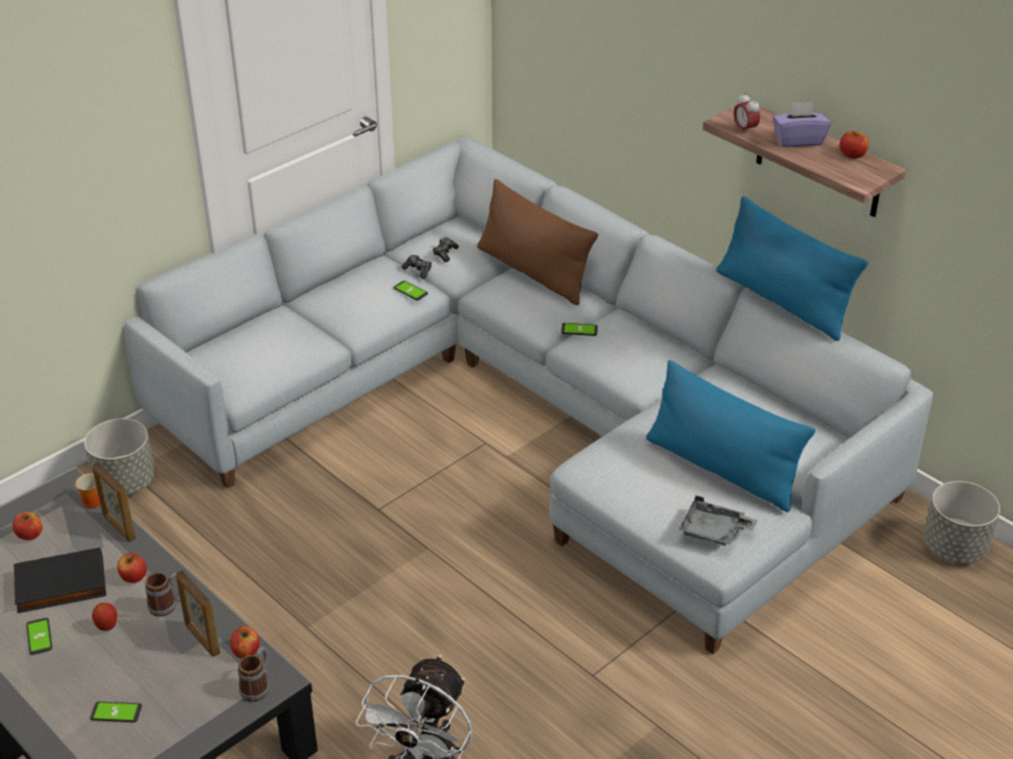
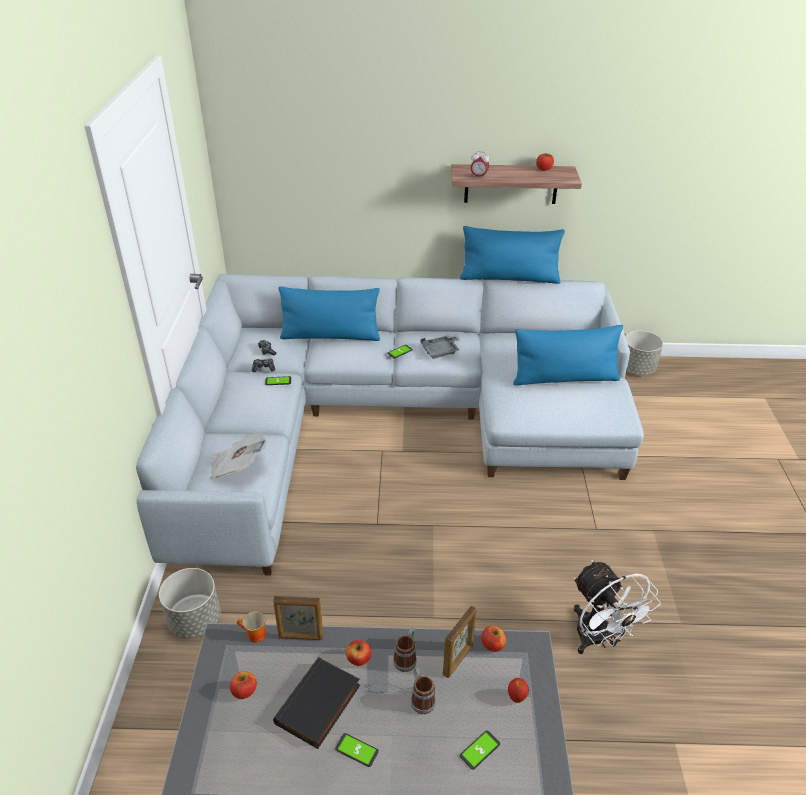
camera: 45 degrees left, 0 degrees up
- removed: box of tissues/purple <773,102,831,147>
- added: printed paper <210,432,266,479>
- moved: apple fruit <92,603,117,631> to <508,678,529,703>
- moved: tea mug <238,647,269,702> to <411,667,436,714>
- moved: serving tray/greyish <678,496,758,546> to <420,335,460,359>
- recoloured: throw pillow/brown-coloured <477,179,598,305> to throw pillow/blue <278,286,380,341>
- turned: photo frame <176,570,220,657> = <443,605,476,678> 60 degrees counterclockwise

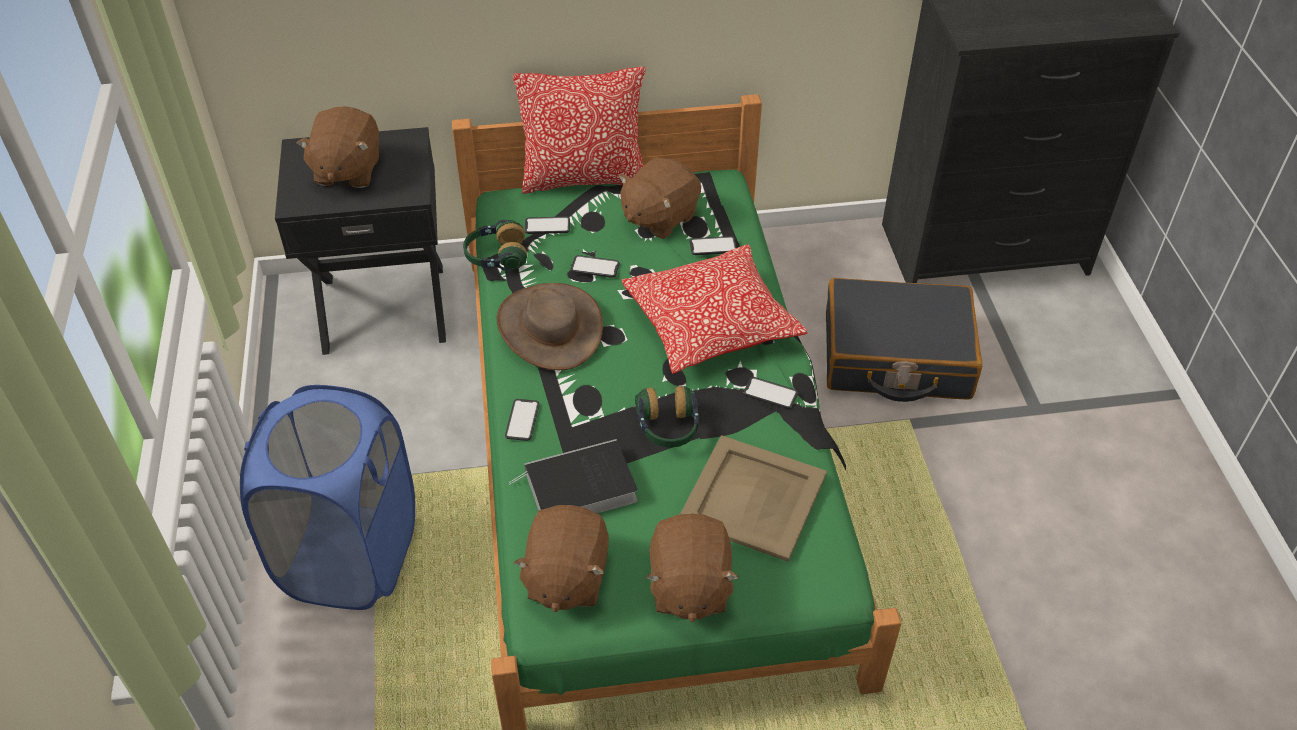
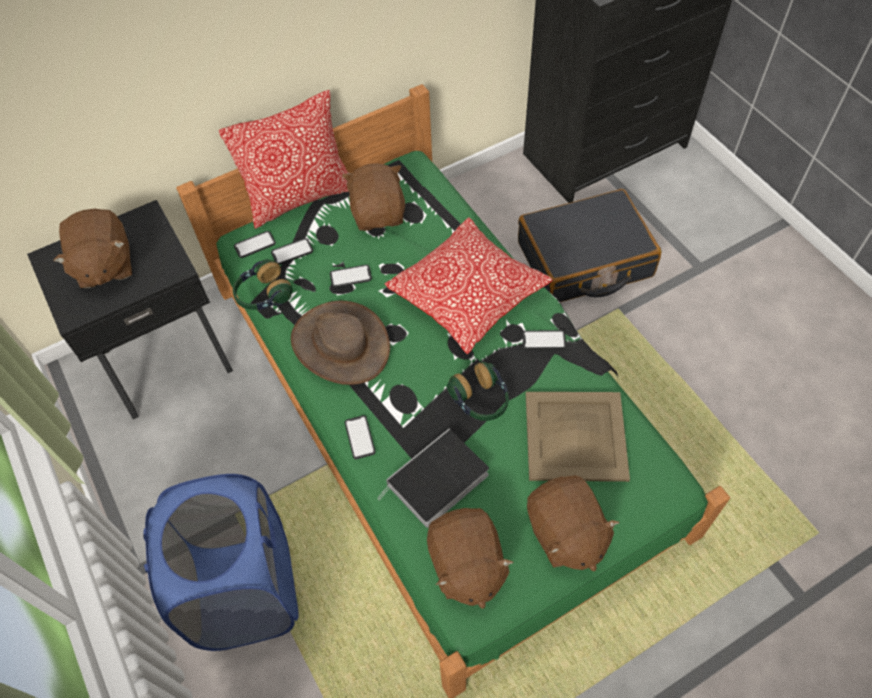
camera: 20 degrees left, 10 degrees up
- moved: phone <690,236,737,255> to <234,231,276,258>
- turned: soft toy/brown-coloured <619,157,701,239> = <342,163,405,231> 150 degrees clockwise

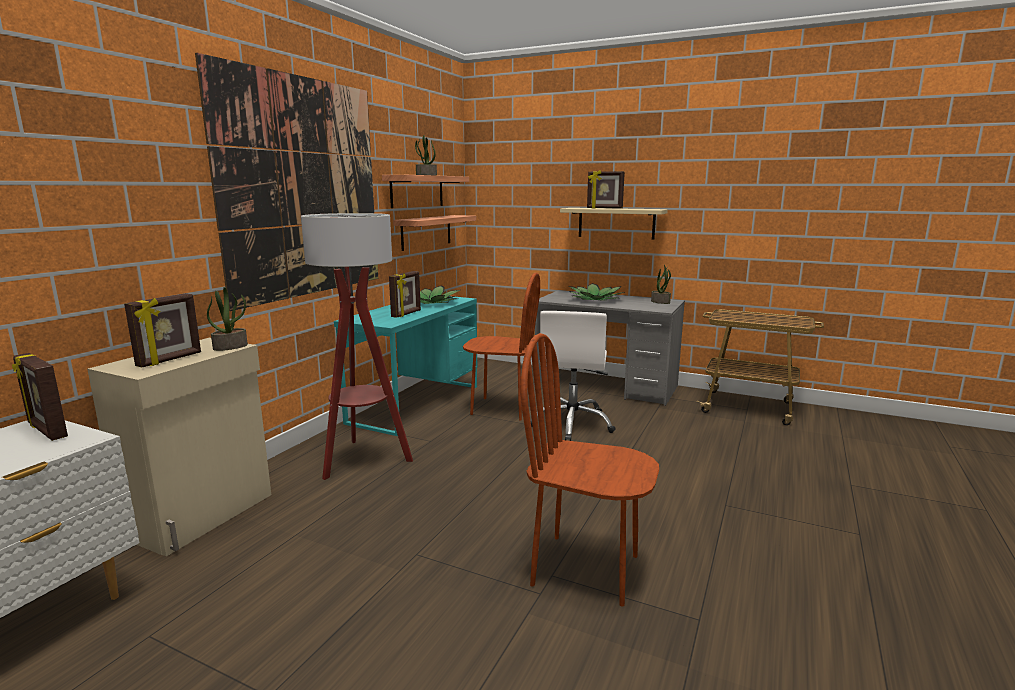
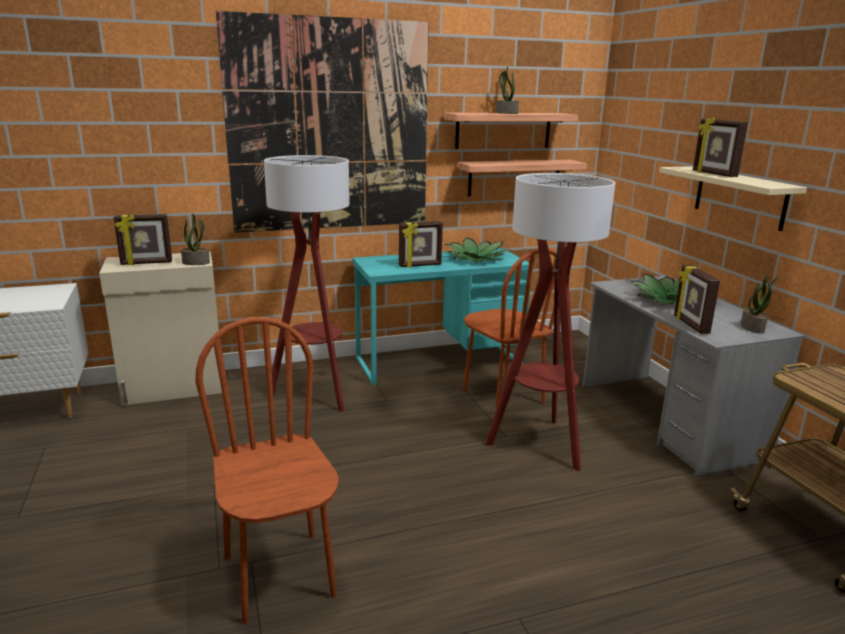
camera: 45 degrees right, 5 degrees up
- moved: photo frame <12,353,68,441> to <674,265,720,334>
- replaced: office chair/white-coloured <530,311,615,441> to standing lamp <485,173,615,471>

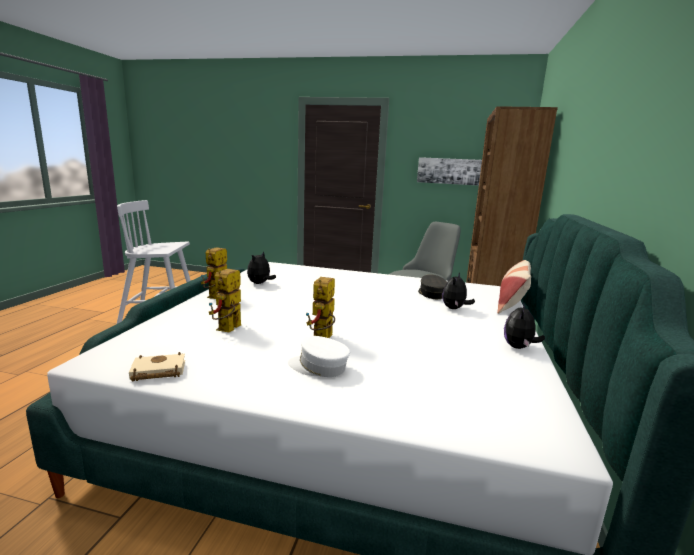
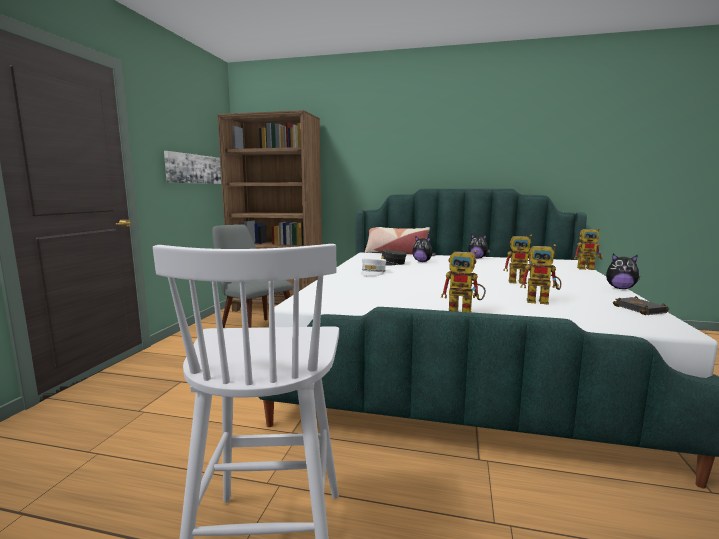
camera: 90 degrees left, 5 degrees down
- added: model robot <574,228,603,270>
- moved: soft toy <247,251,276,284> to <606,254,640,289>
- moved: peaked cap/white-coloured <288,336,350,377> to <360,258,386,276>
- recoloured: book/beige-coloured <129,352,185,381> to book/black <613,296,669,315>

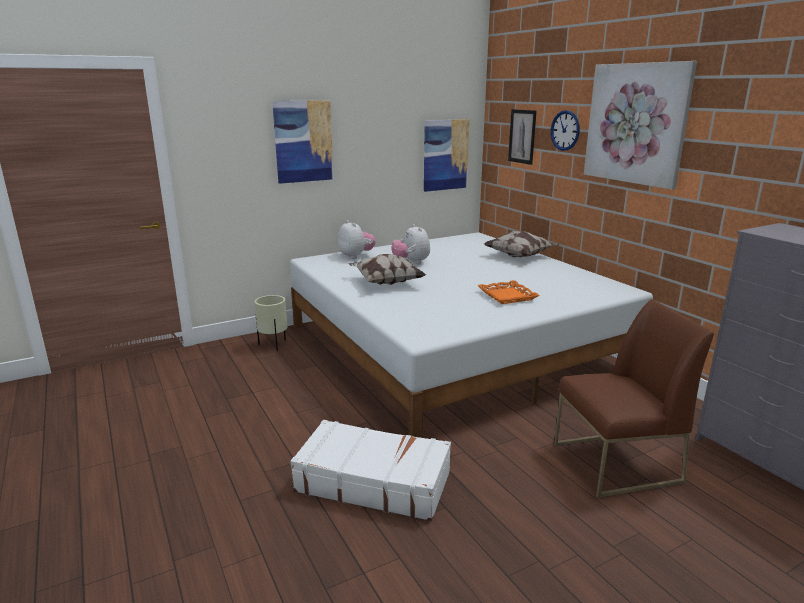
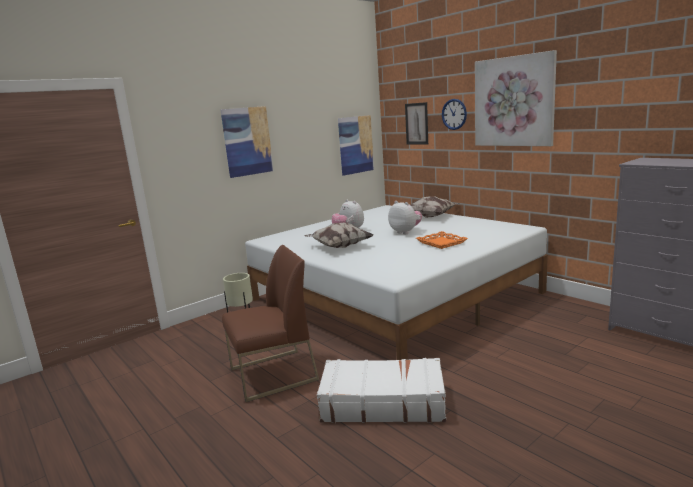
camera: 10 degrees left, 5 degrees down
- moved: soft toy <338,220,375,259> to <388,201,422,234>
- moved: chair/brown-coloured <554,299,714,498> to <222,245,319,402>

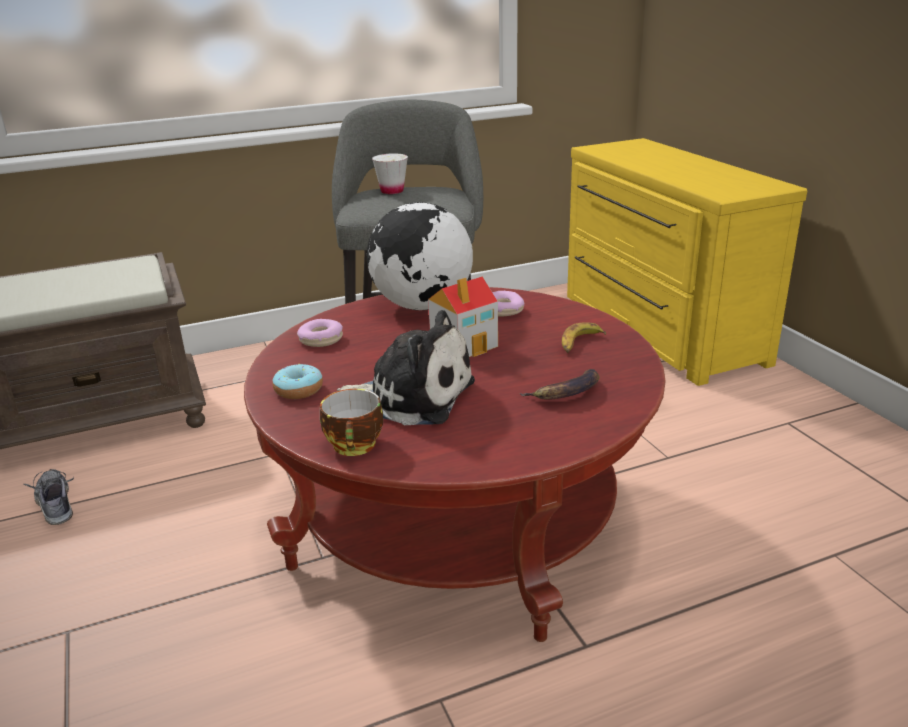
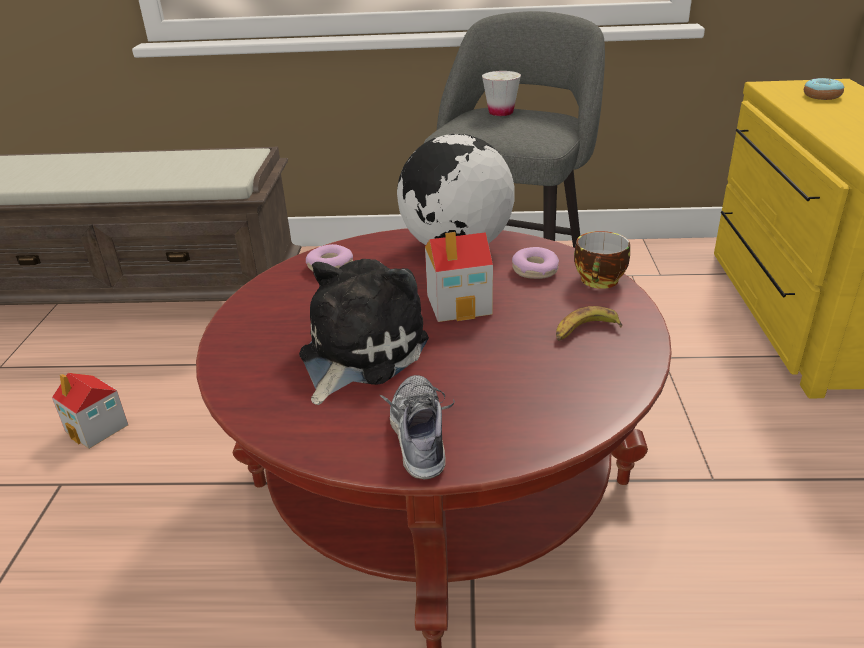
camera: 25 degrees right, 5 degrees up
- removed: banana fruit <520,369,600,399>
- added: model house <52,373,128,449>
- moved: low shoe <24,469,74,525> to <380,375,455,479>
- moved: ring doughnut <272,364,323,399> to <804,78,844,100>
- moved: cup <320,389,383,456> to <574,231,630,289>
- turned: soft toy <337,310,475,425> = <299,259,429,405> 105 degrees counterclockwise

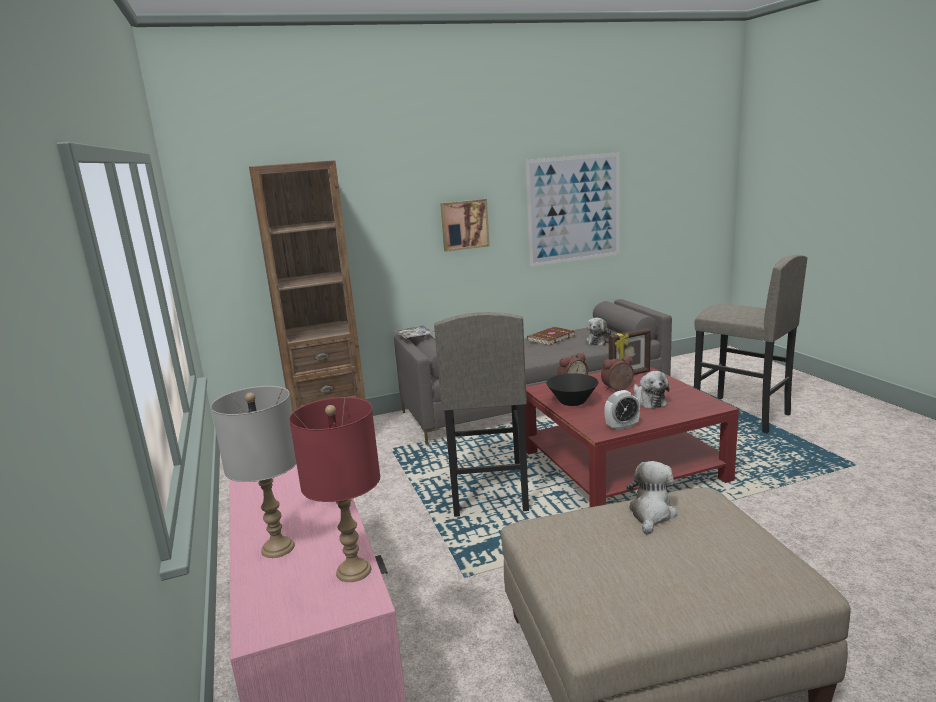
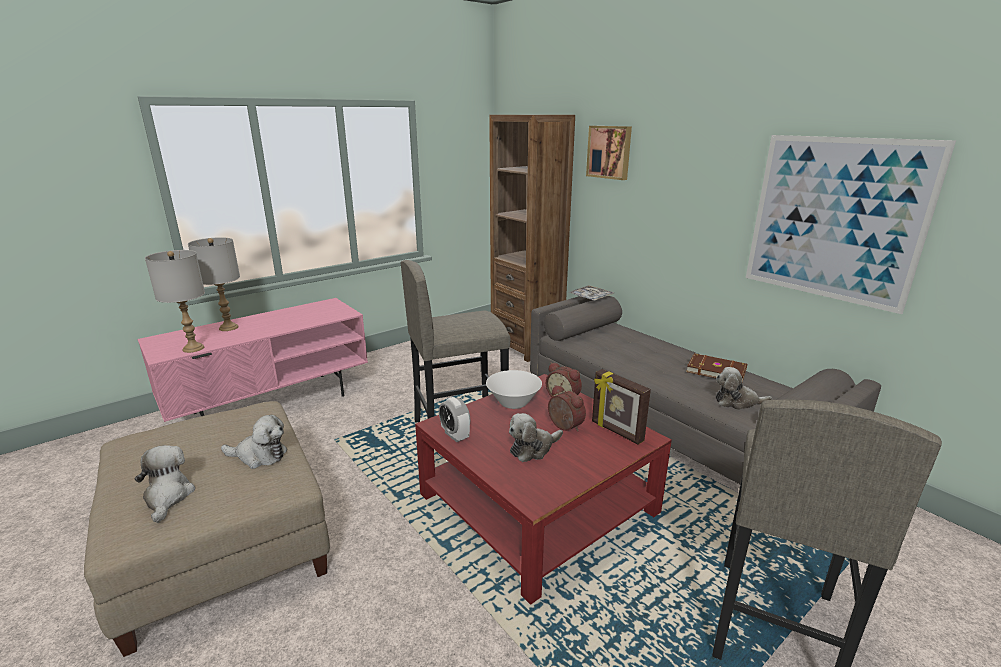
camera: 70 degrees right, 5 degrees up
- added: soft toy <135,445,195,523>
- moved: wall picture <440,199,490,252> to <586,126,632,180>
- recoloured: lamp for a table/reddish <289,397,380,582> to lamp for a table/greyish <145,250,205,353>
- recoloured: serving bowl/black <546,373,598,406> to serving bowl/white-coloured <486,370,542,409>

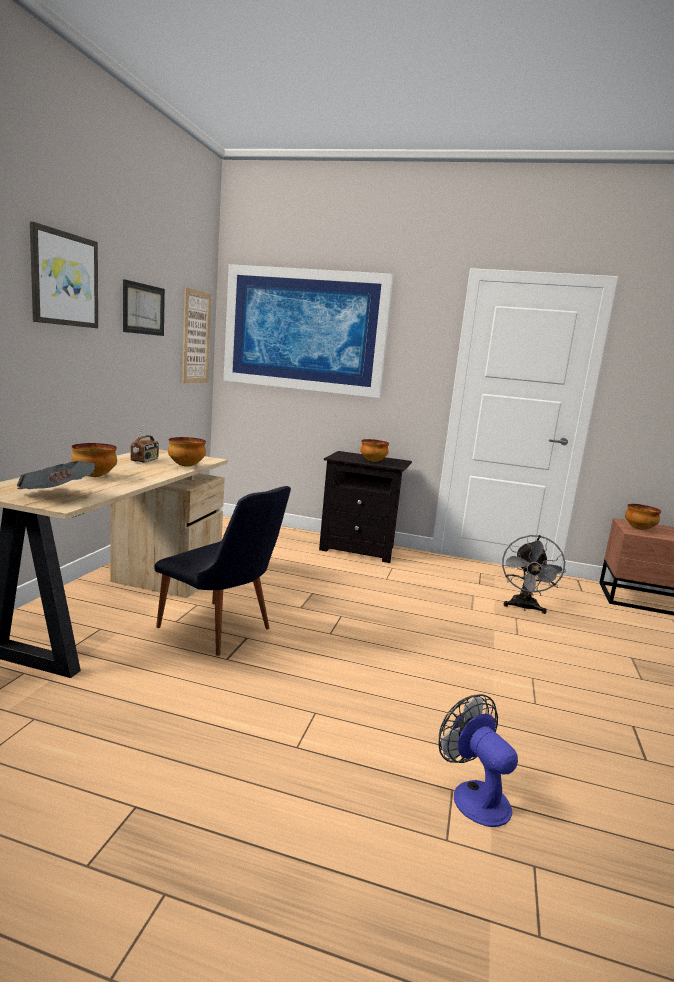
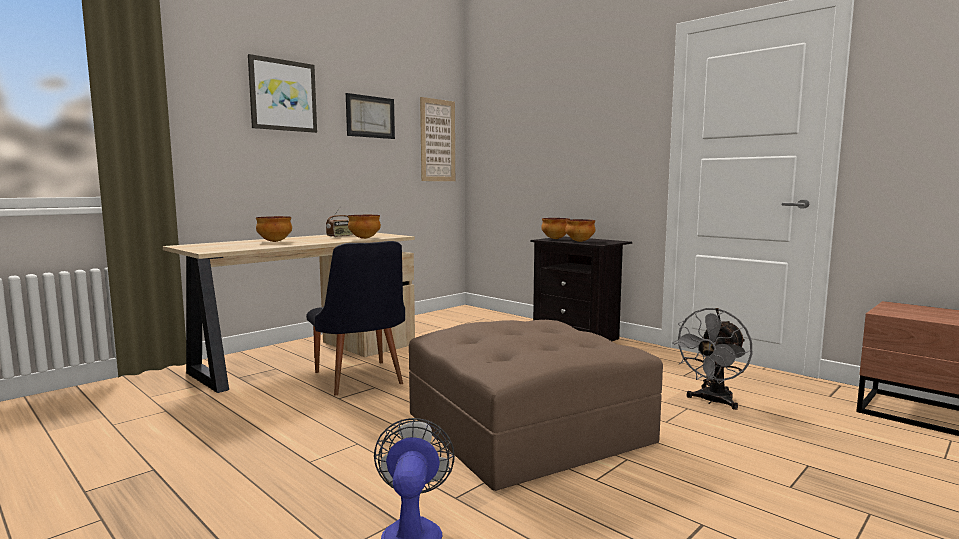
camera: 30 degrees right, 5 degrees down
- removed: printed paper <17,461,96,489>
- removed: wall picture <224,264,394,398>
- added: ottoman/brown-coloured <409,320,663,491>
- moved: serving bowl <625,504,661,530> to <541,218,570,239>

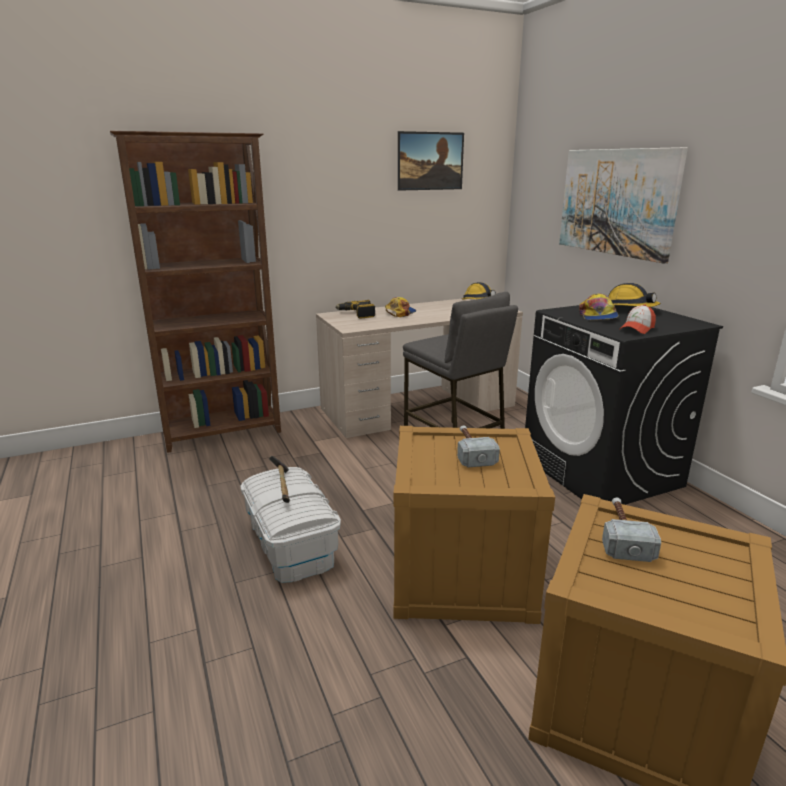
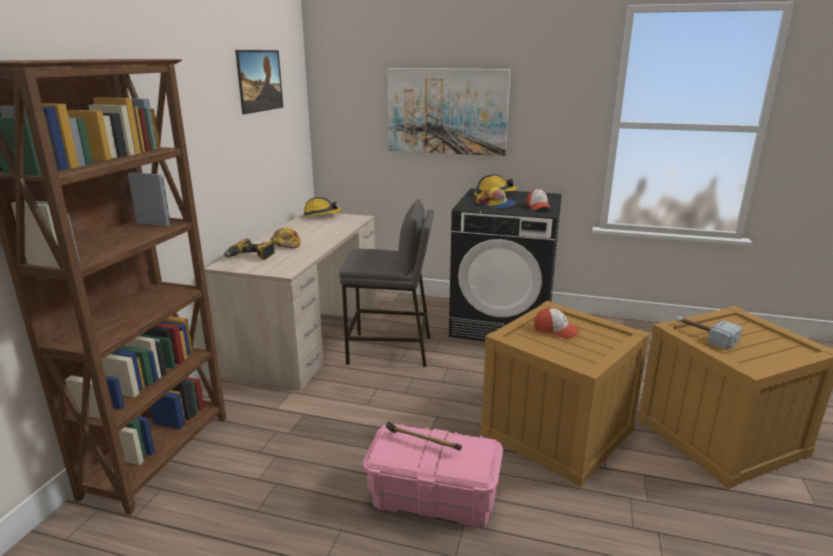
camera: 50 degrees left, 0 degrees up
- replaced: hand hammer <457,425,500,468> to peaked cap <534,308,580,339>
- recoloured: storage container/white-coloured <240,467,341,583> to storage container/pinkish <363,424,503,528>

